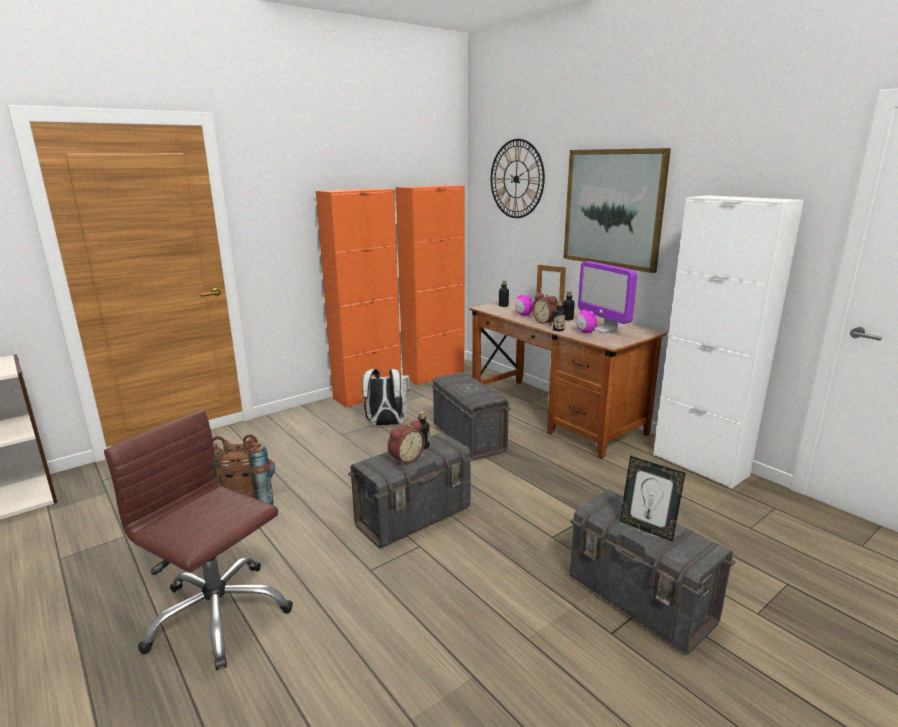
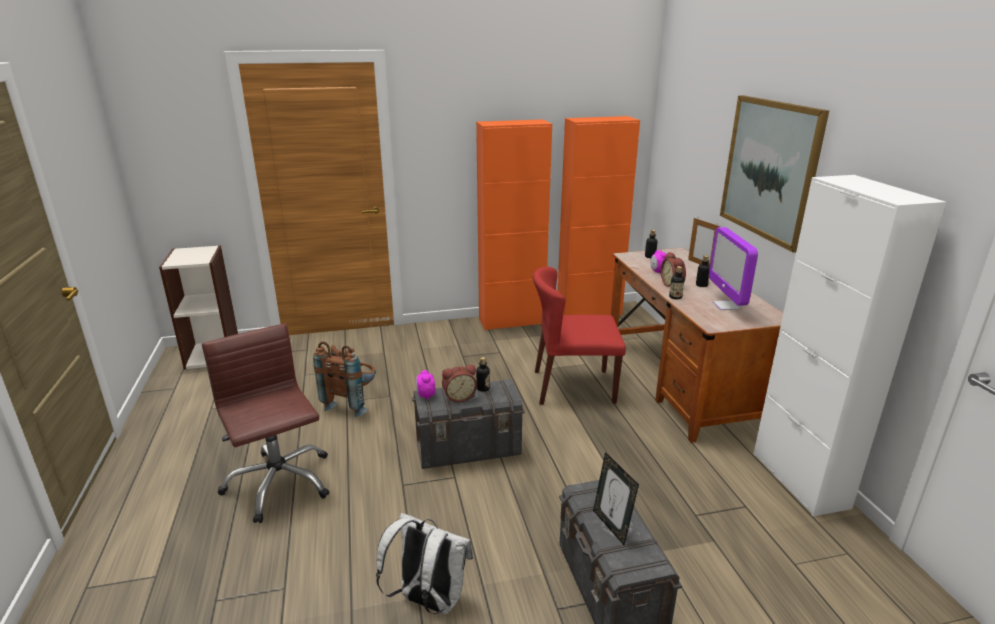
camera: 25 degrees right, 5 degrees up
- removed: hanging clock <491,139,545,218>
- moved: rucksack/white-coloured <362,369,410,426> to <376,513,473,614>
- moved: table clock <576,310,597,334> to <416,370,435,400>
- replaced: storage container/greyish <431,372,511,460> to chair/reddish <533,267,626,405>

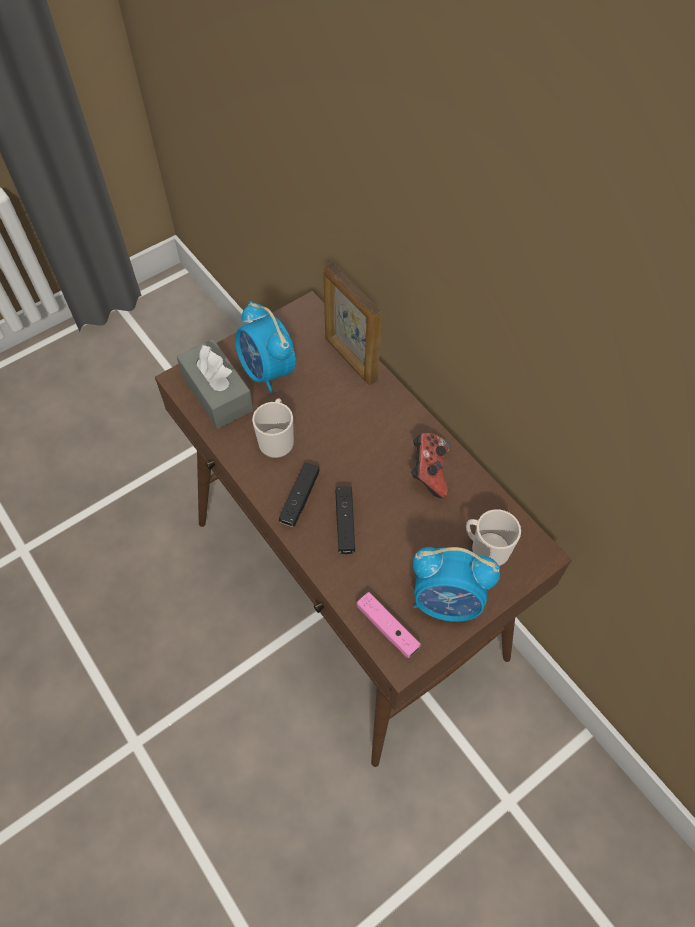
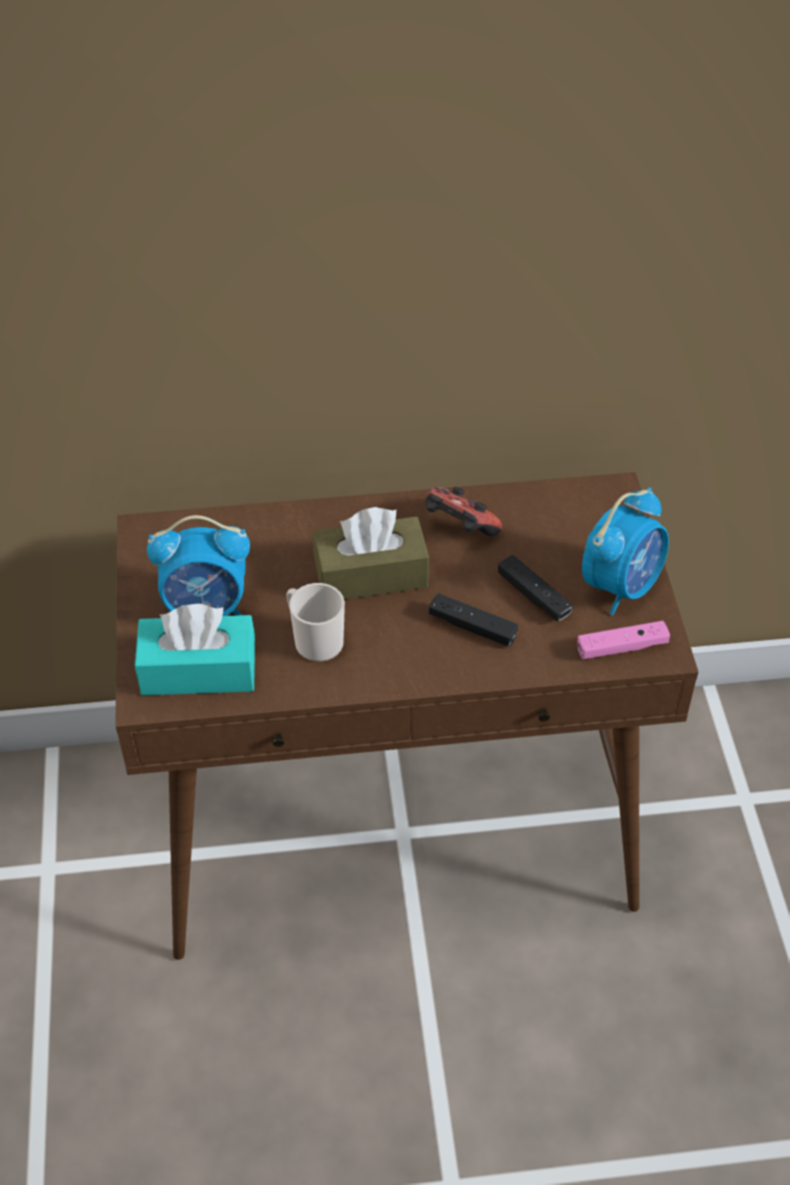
camera: 60 degrees left, 10 degrees down
- removed: photo frame <323,262,382,385>
- removed: tea mug <466,509,521,566>
- added: box of tissues/brown-coloured <313,507,429,599>
- moved: game controller/black <279,463,319,527> to <498,555,573,621>
- recoloured: box of tissues/greyish <177,339,254,429> to box of tissues/turquoise <135,604,255,696>

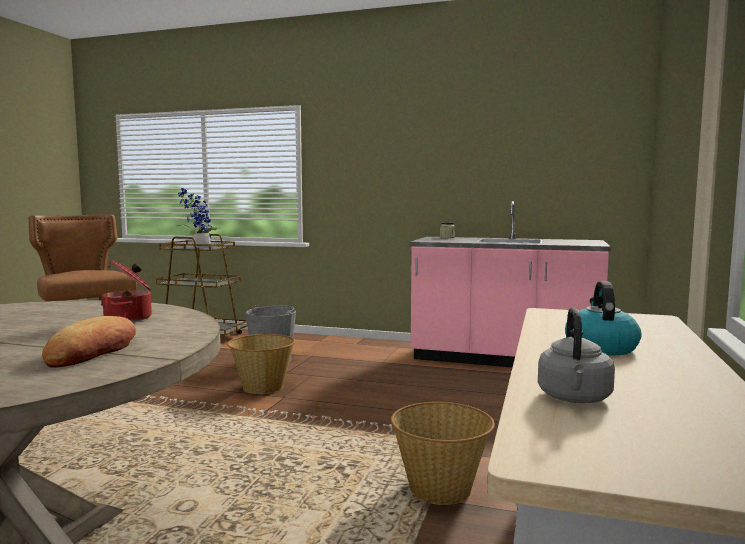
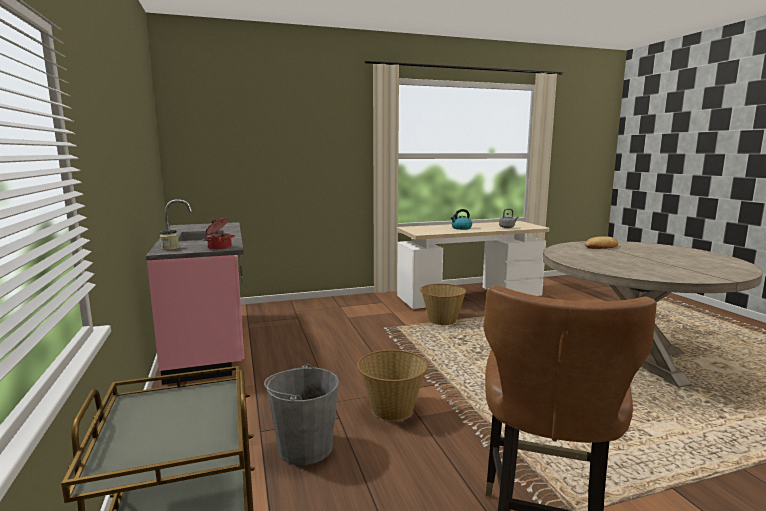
camera: 125 degrees left, 5 degrees up
- removed: potted plant <176,188,221,248>
- moved: stockpot <100,260,152,322> to <203,218,235,250>

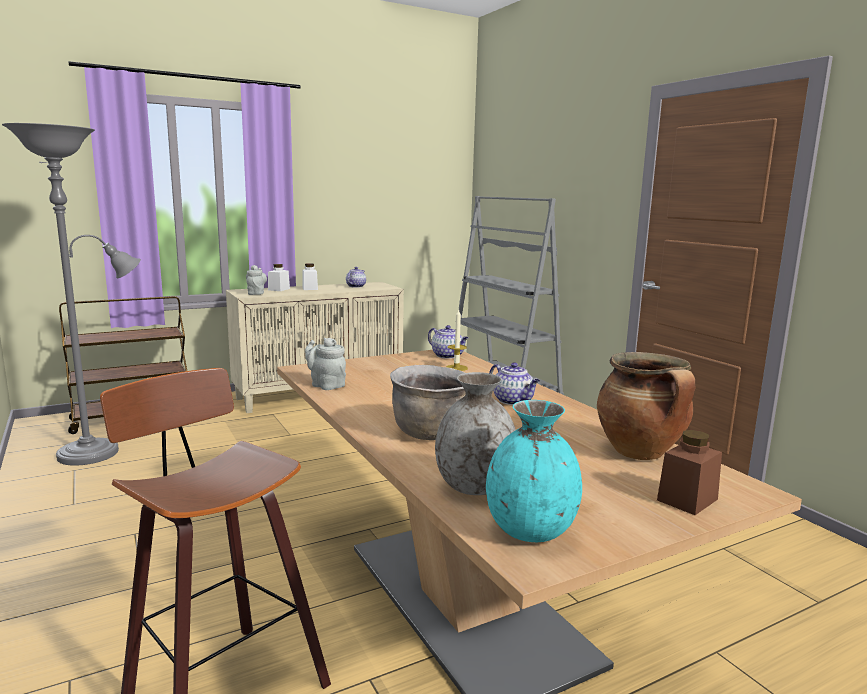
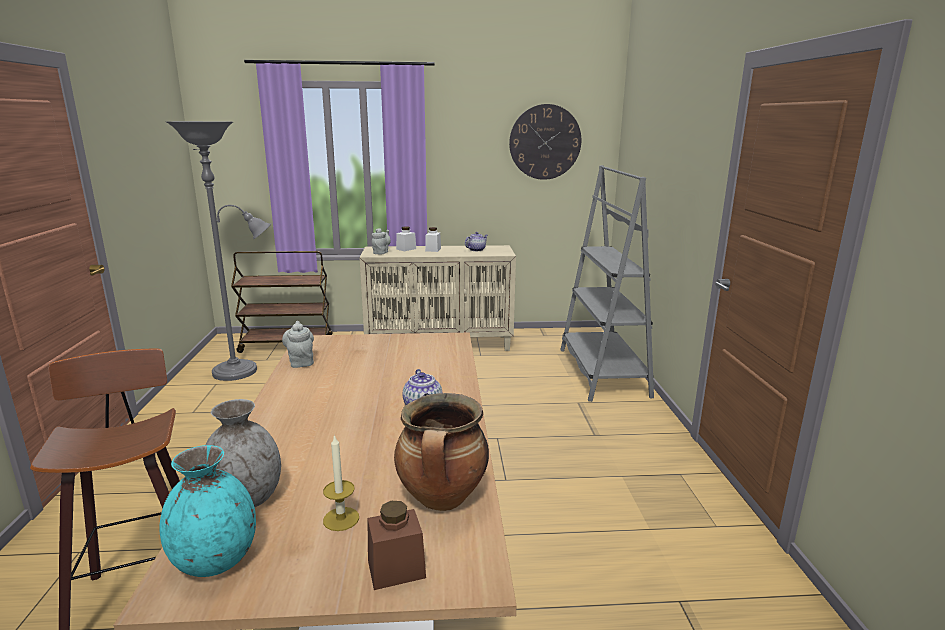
camera: 25 degrees right, 5 degrees up
- removed: stockpot/brown-coloured <390,365,466,440>
- removed: pot for tea <428,325,468,359>
- added: hanging clock <509,104,581,180>
- moved: candle <446,308,468,371> to <323,434,359,531>

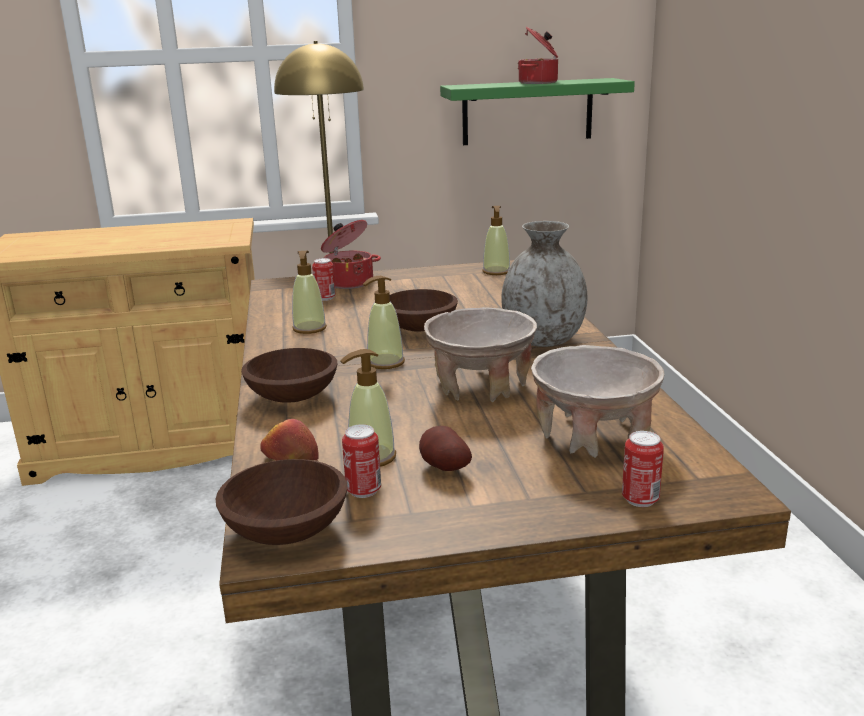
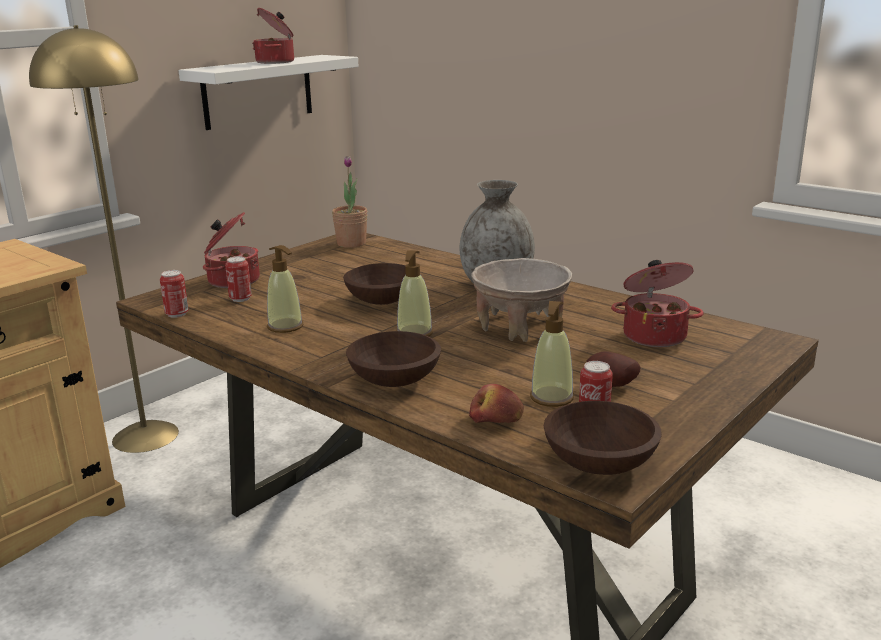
camera: 40 degrees left, 0 degrees up
- moved: sealed can <622,431,664,507> to <160,270,189,318>
- replaced: liquid soap bottle <482,206,510,275> to potted plant <332,156,368,248>
- replaced: serving bowl/beige-coloured <531,345,664,458> to stockpot <611,260,703,347>
- recoloured: wall shelf/green <440,78,635,145> to wall shelf/white-coloured <178,55,359,130>

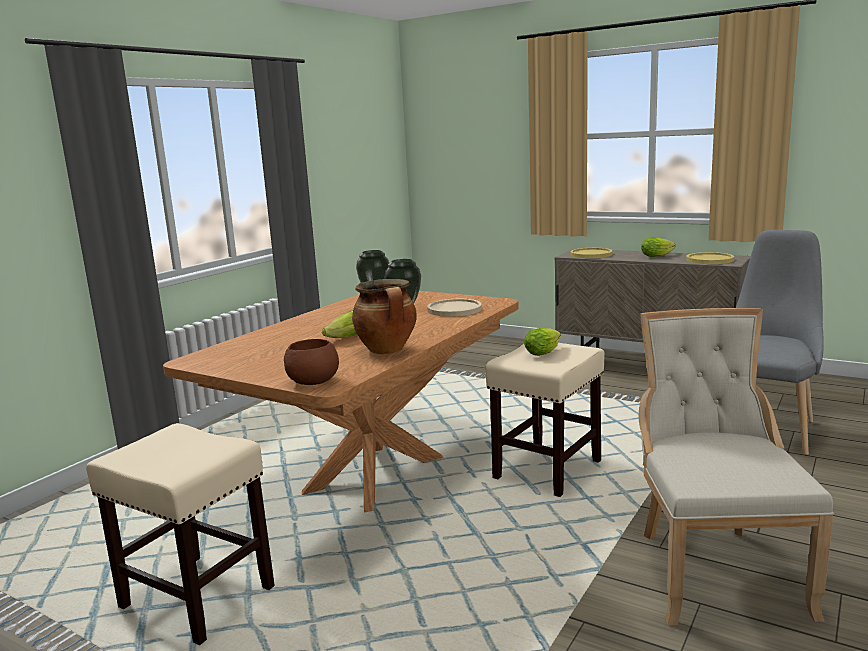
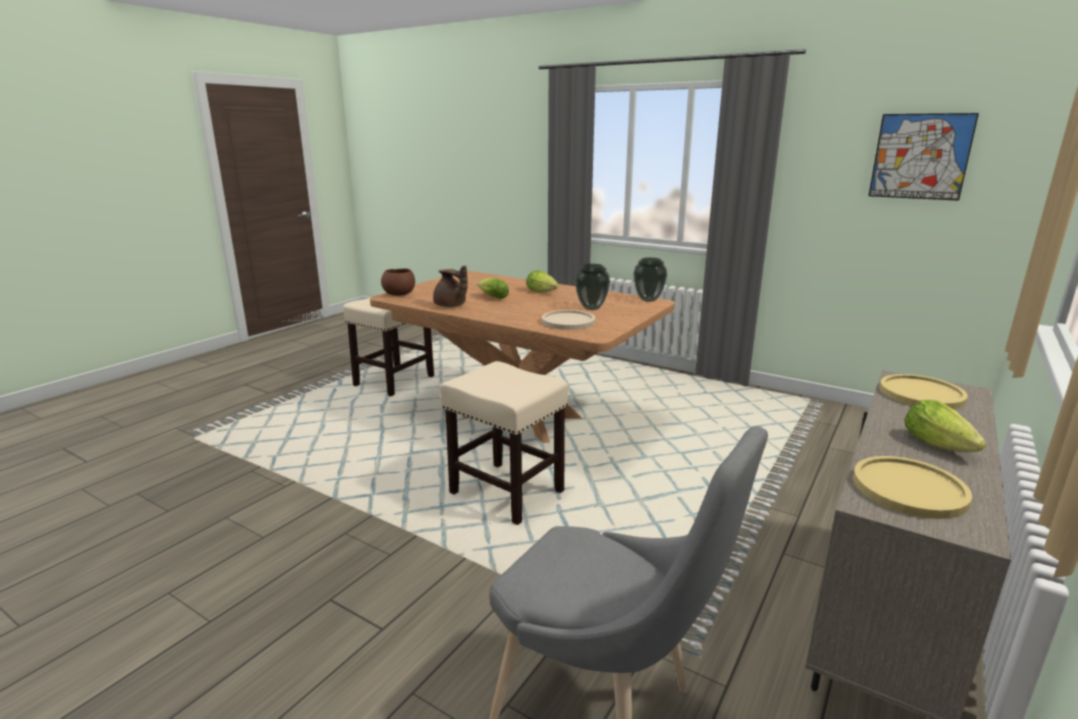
camera: 90 degrees right, 5 degrees up
- removed: chair/beige-coloured <638,308,834,625>
- added: wall picture <868,113,979,201>
- moved: lettuce head <524,328,561,356> to <526,270,559,292>
- replaced: stockpot <352,279,417,354> to pot for tea/brown-coloured <433,265,468,307>

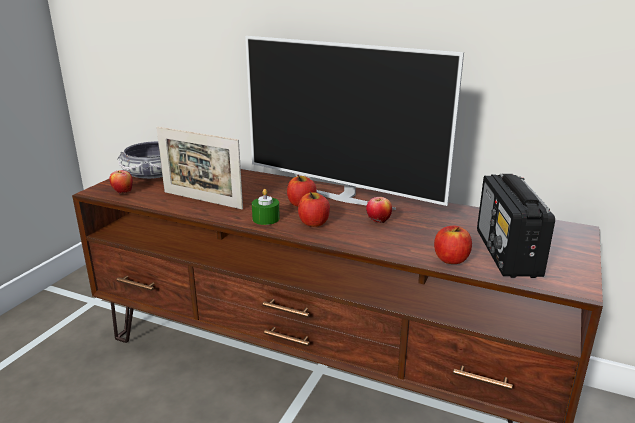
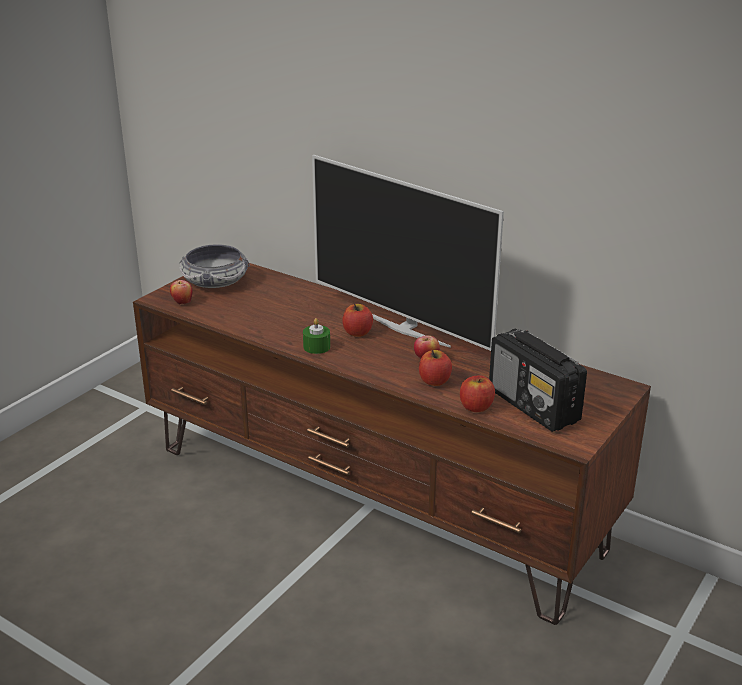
camera: 10 degrees right, 5 degrees up
- removed: photo frame <156,126,243,209>
- moved: apple fruit <298,192,330,227> to <419,350,452,386>
- turned: radio set <477,174,555,278> = <489,329,587,432> 45 degrees counterclockwise

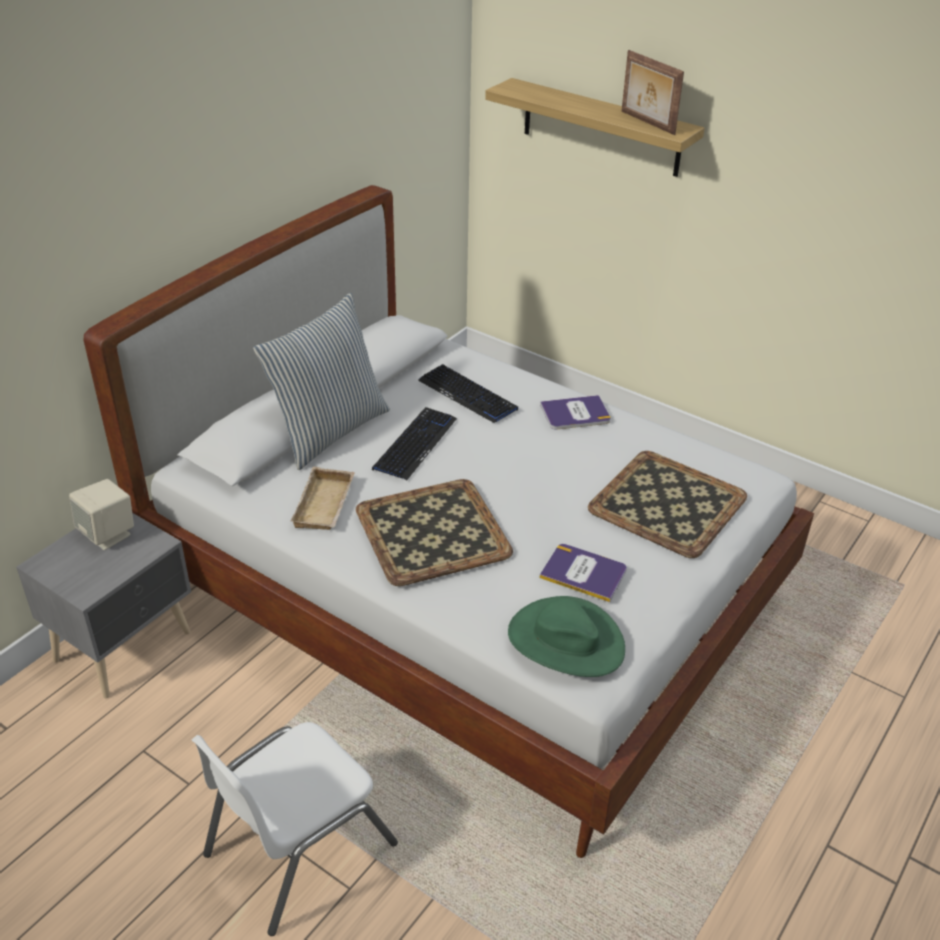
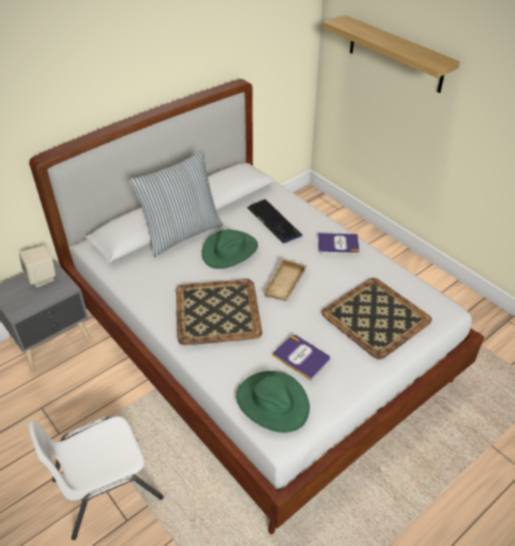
camera: 15 degrees right, 5 degrees up
- removed: photo frame <622,50,684,135>
- moved: serving tray/beige-coloured <291,467,355,530> to <263,258,307,301>
- replaced: computer keyboard <372,407,457,480> to hat/green <202,229,258,269>

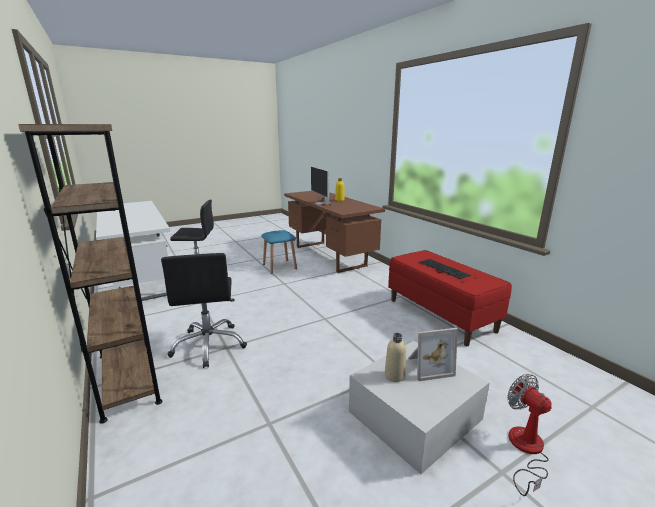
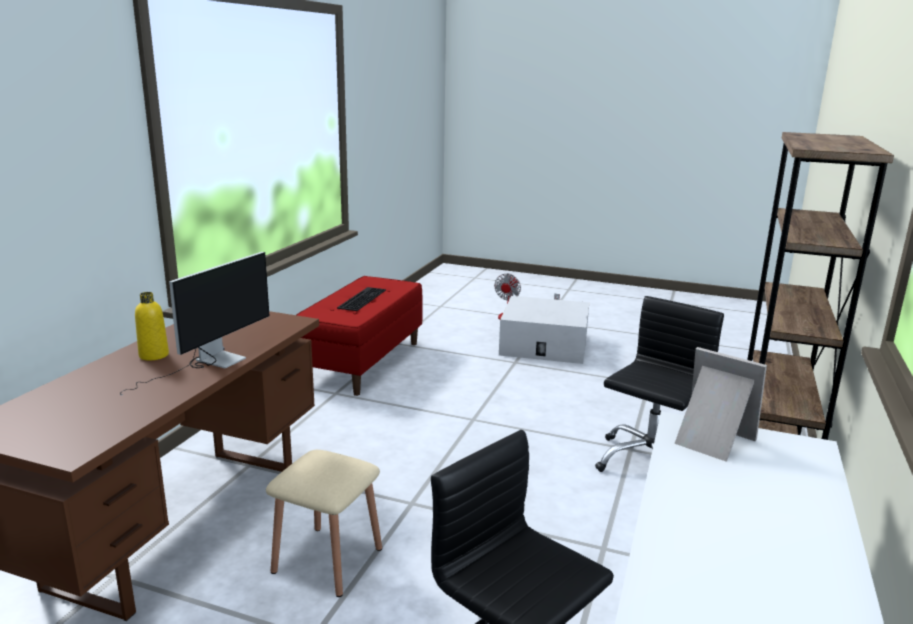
camera: 130 degrees left, 0 degrees up
- removed: bottle/beige-coloured <385,333,406,382>
- moved: photo frame <408,328,458,381> to <674,347,767,461>
- recoloured: sitting stool/blue <261,230,297,274> to sitting stool/beige-coloured <266,450,382,597>

